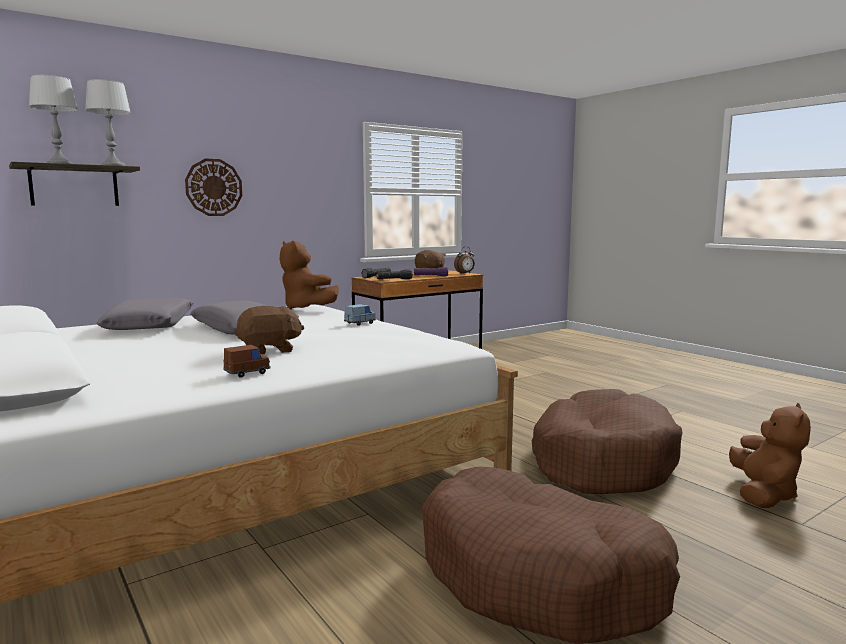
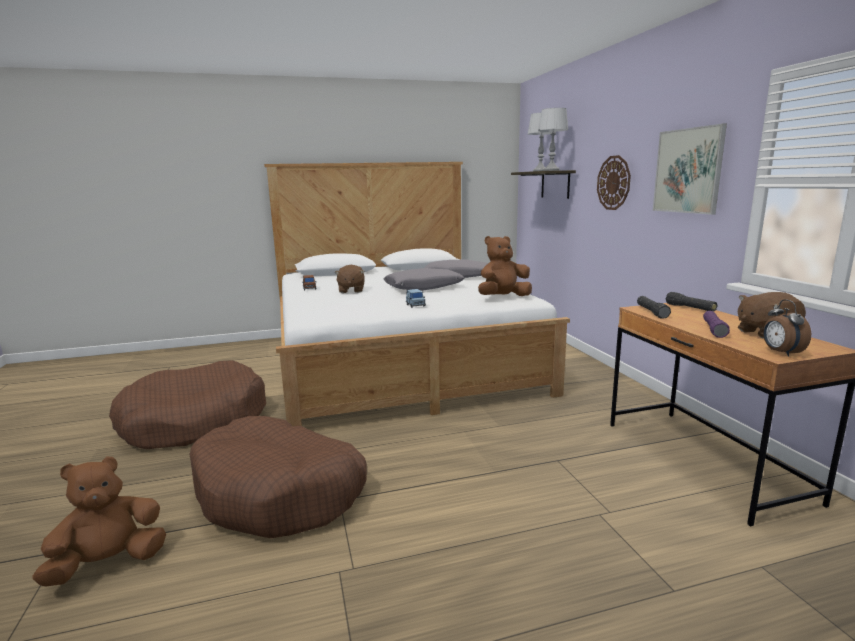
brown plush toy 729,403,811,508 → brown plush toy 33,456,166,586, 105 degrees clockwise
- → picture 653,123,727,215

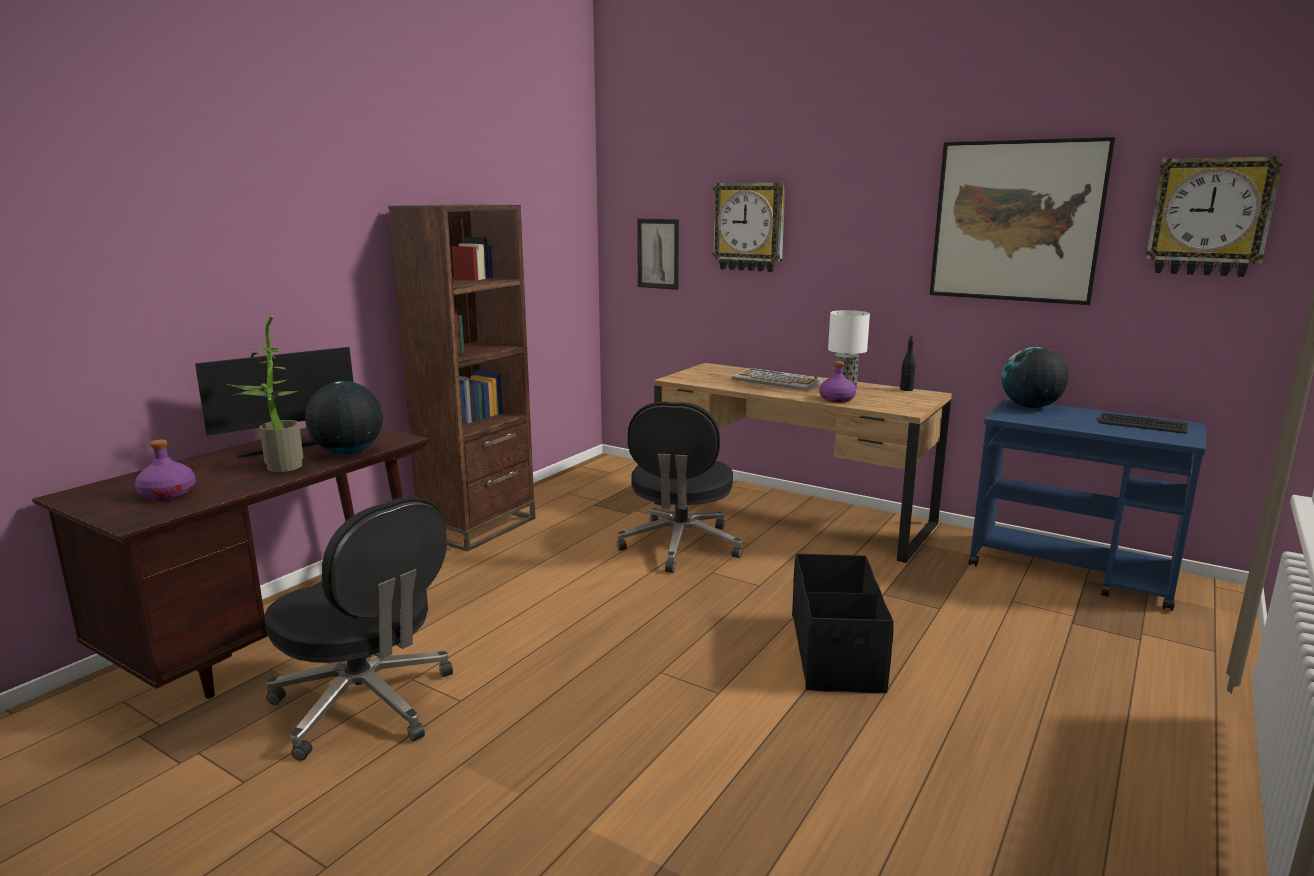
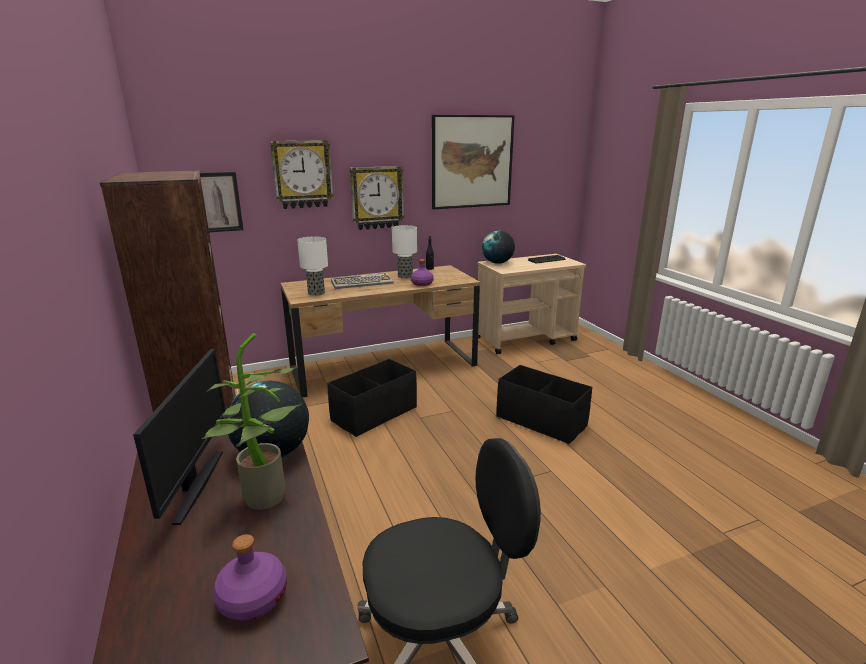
- → table lamp 297,236,328,296
black office chair 617,402,743,573 → black storage box 327,359,417,437
wall clock 1146,157,1283,277 → wall clock 350,166,404,230, move
blue cart 969,399,1207,611 → beige cart 478,254,586,354

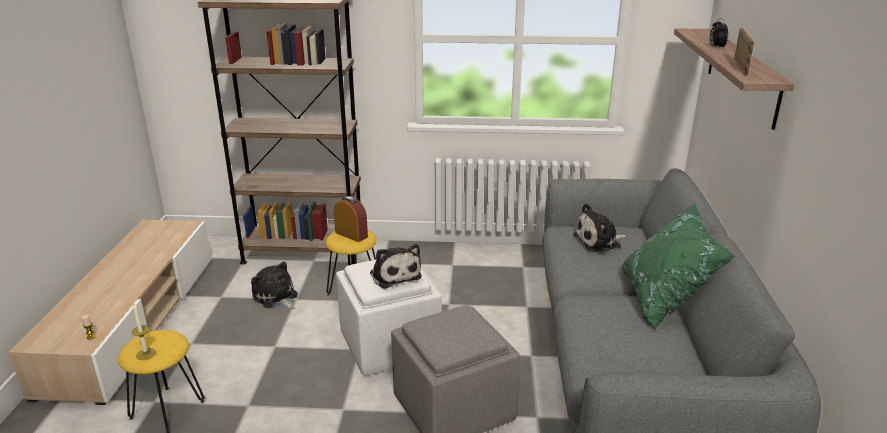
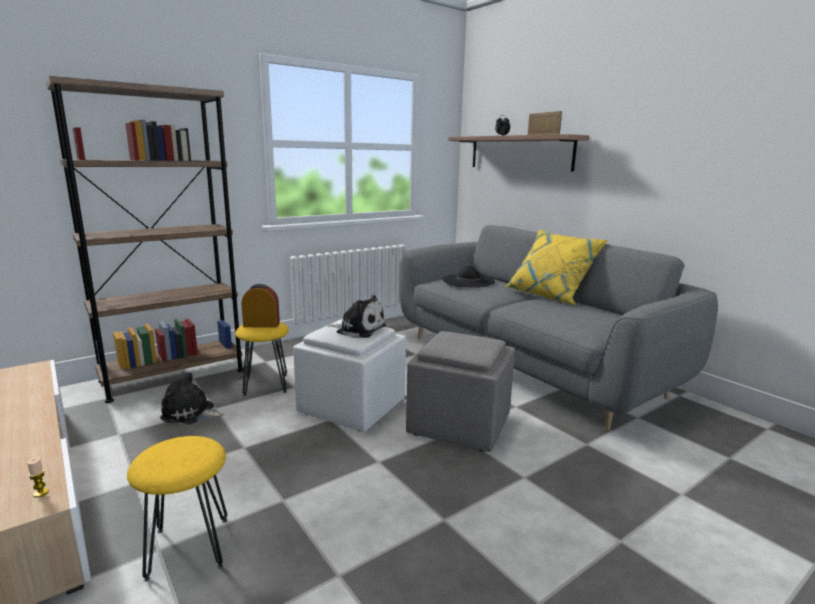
plush toy 573,203,627,253 → black hat 442,266,495,288
green pillow 621,203,735,329 → yellow pillow 506,229,608,305
candle 132,304,156,360 → -

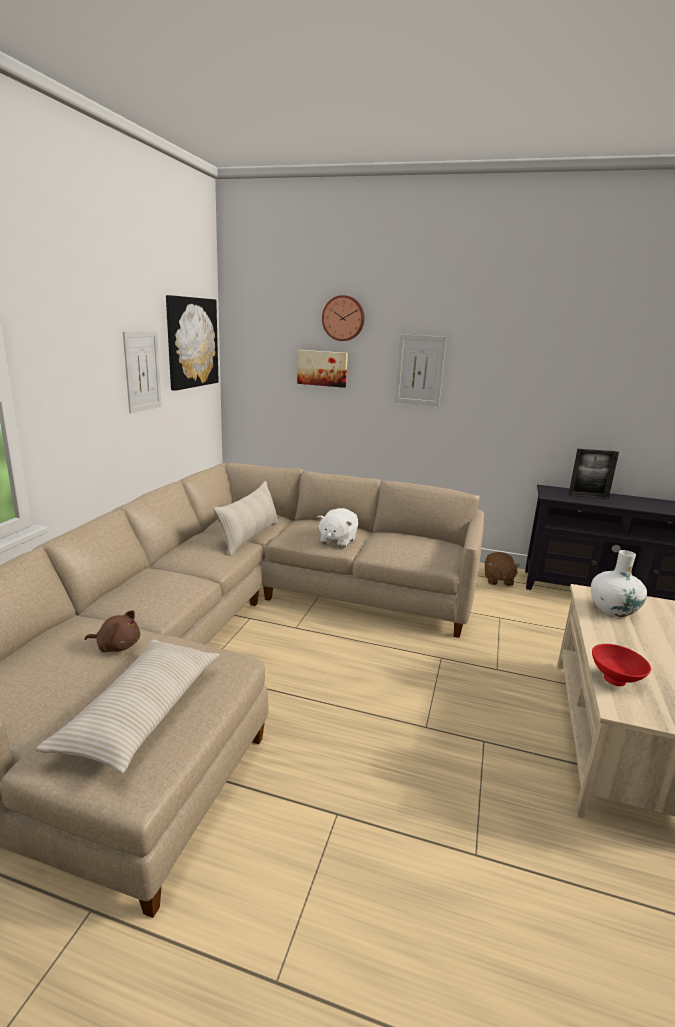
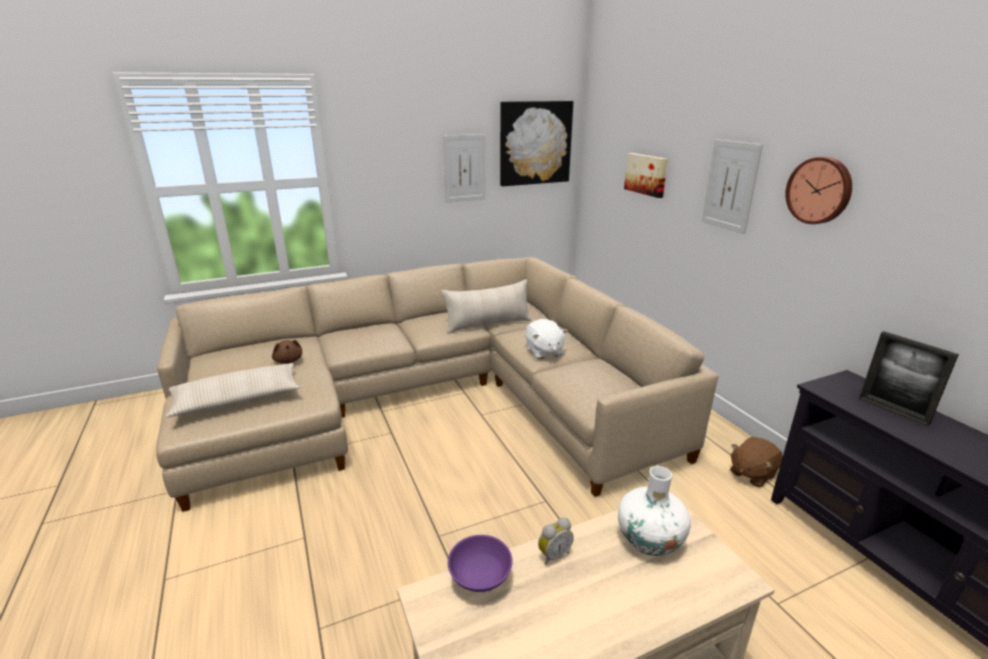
red bowl 592,644,651,686 → purple bowl 448,535,512,592
white plush toy 317,508,358,547 → white plush toy 525,319,568,359, 90 degrees counterclockwise
- → alarm clock 538,518,574,565
wall clock 322,295,365,341 → wall clock 785,157,852,224, move

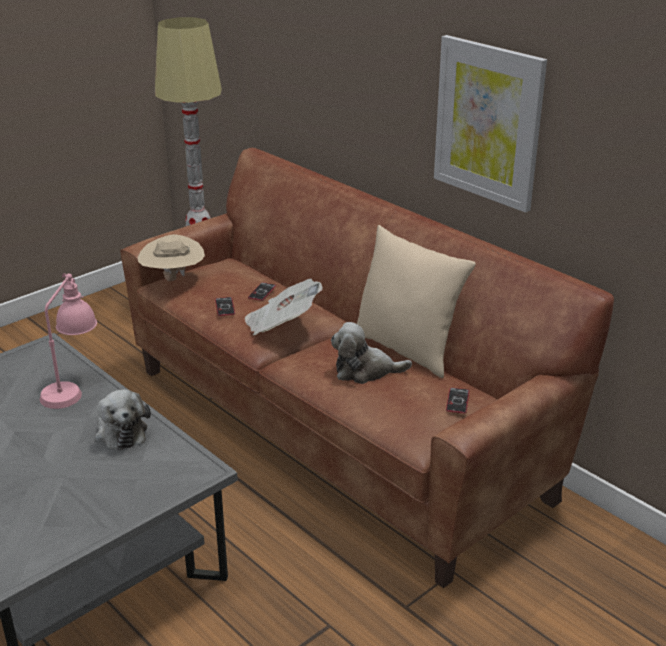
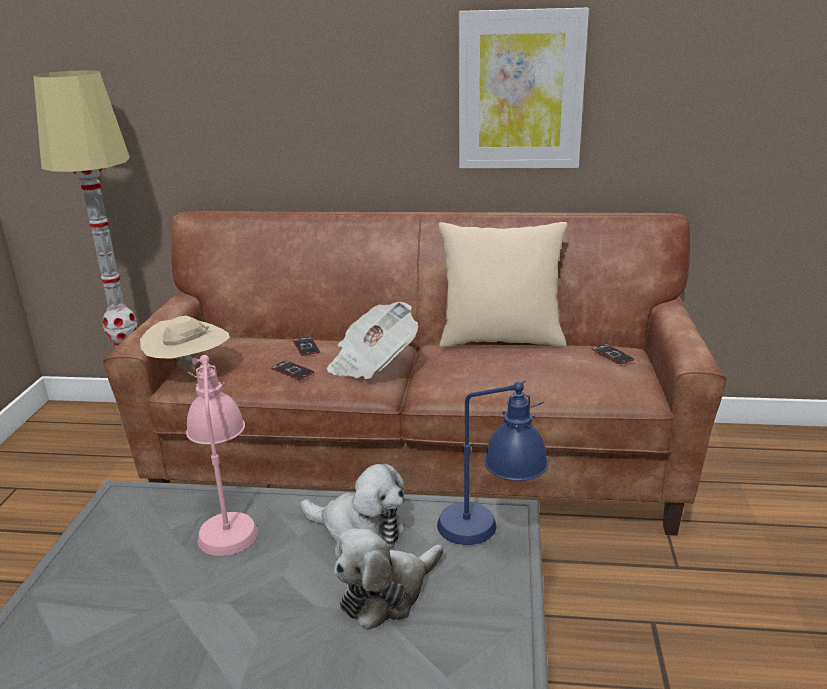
plush toy 331,322,412,384 → plush toy 334,528,443,630, move
- → blue table lamp 437,380,548,545

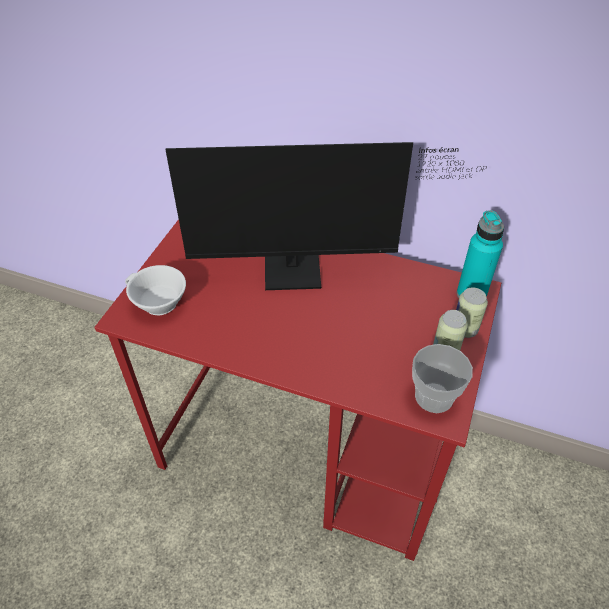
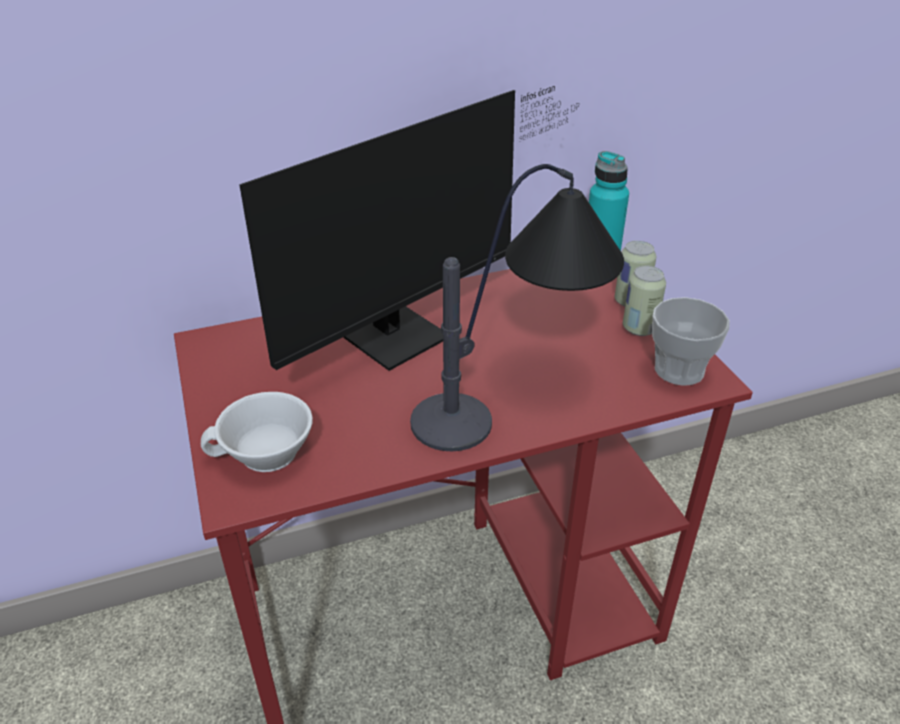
- → table lamp 410,164,624,451

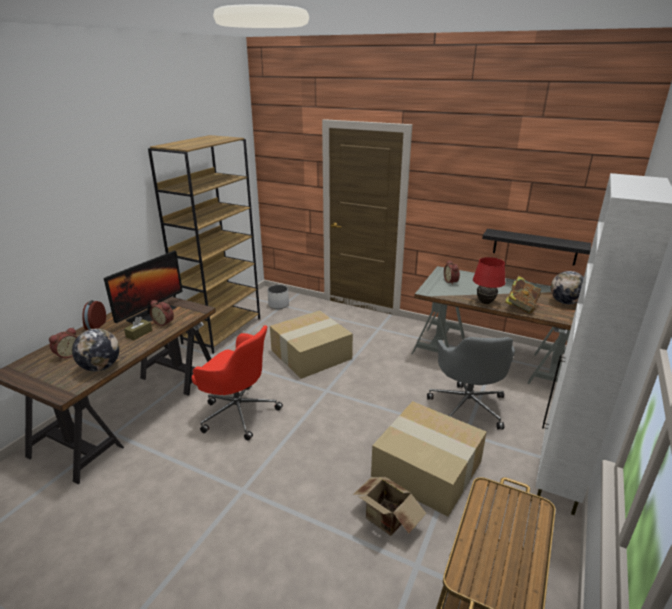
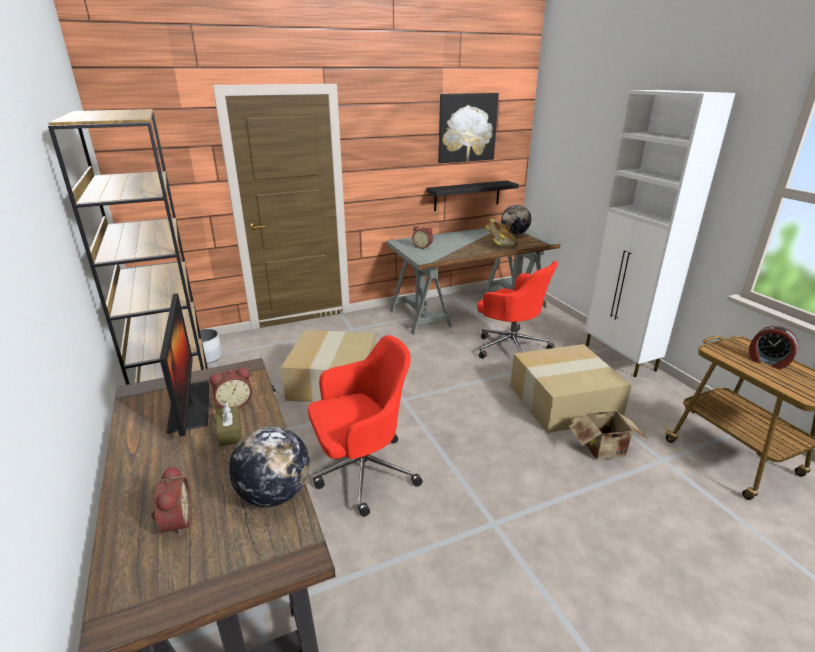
- → picture 438,93,499,163
grey office chair 427,337,515,429 → red office chair 477,261,558,359
alarm clock 82,300,106,330 → alarm clock 749,326,798,369, move
red table lamp 473,257,505,304 → -

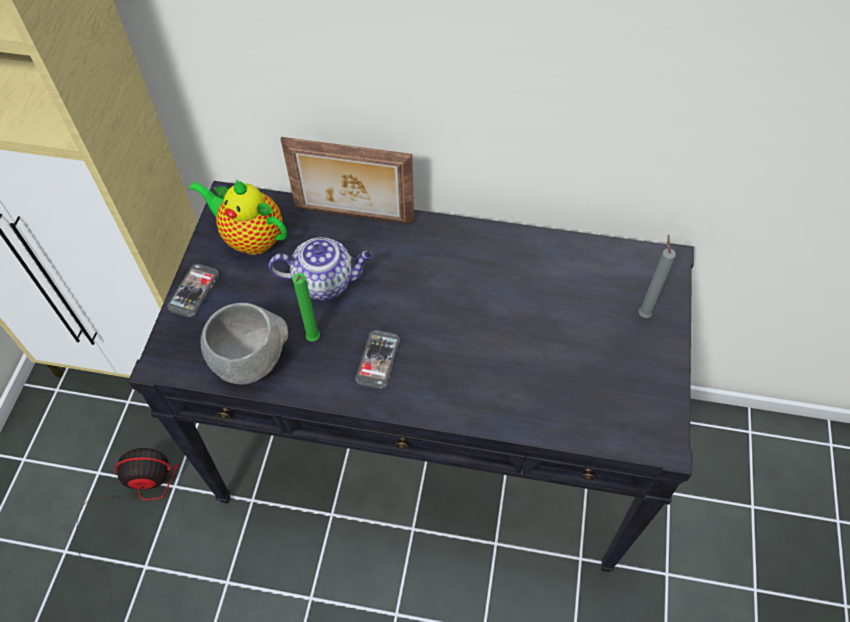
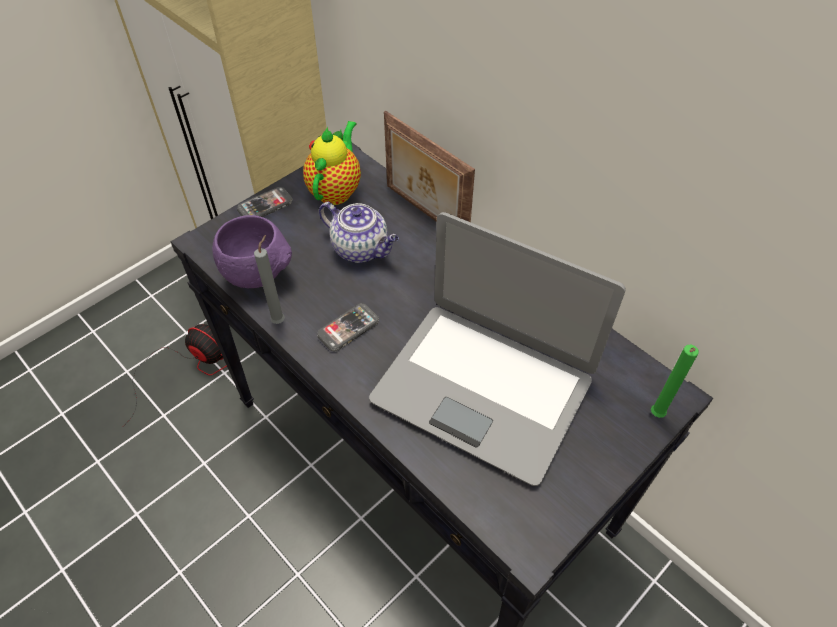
grey bowl 201,303,288,385 → purple bowl 212,215,292,288
grey candle 638,235,676,318 → grey candle 254,235,285,324, move
teapot 189,180,287,255 → teapot 303,121,361,205, 45 degrees clockwise
- → laptop 369,212,626,486
green candle 293,273,320,342 → green candle 651,345,699,418, move

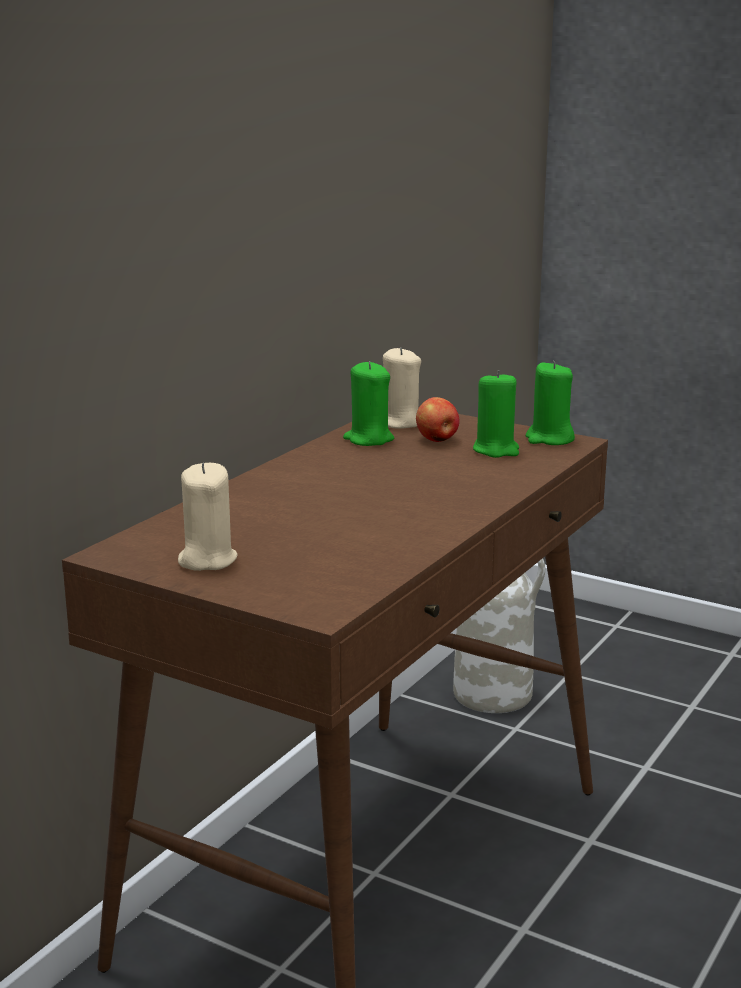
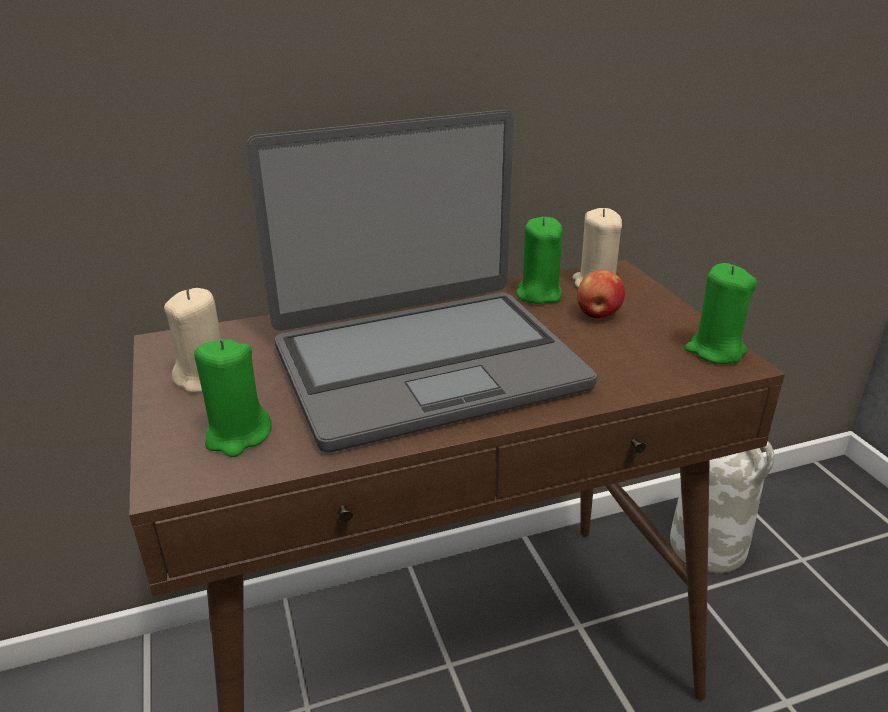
green candle 473,370,519,458 → green candle 194,339,272,457, move
- → laptop 246,110,597,453

